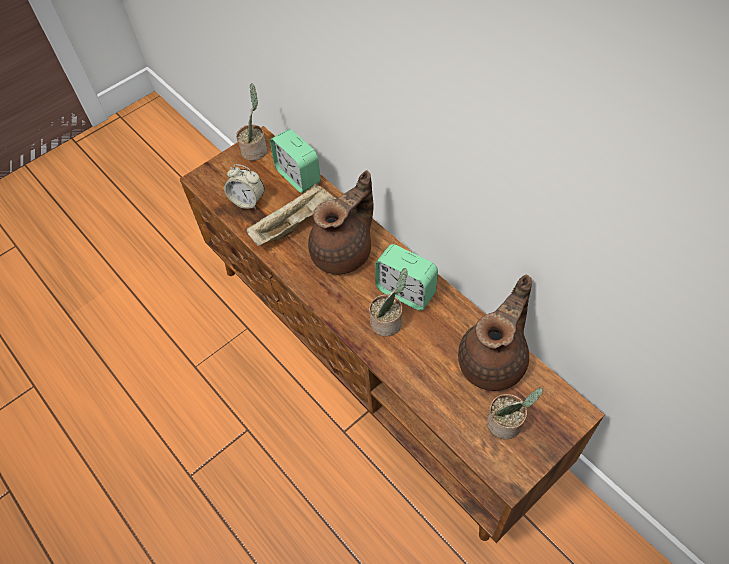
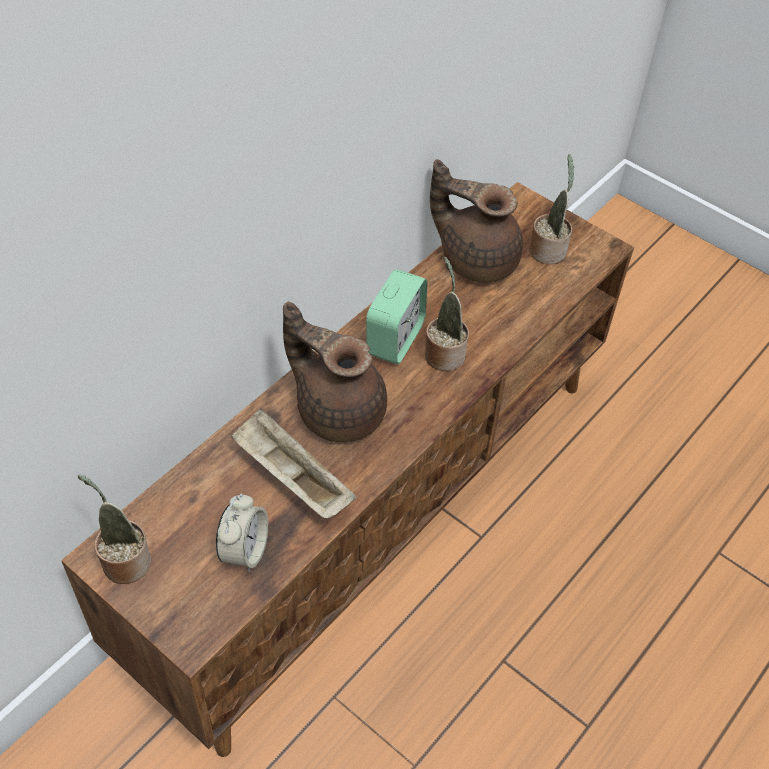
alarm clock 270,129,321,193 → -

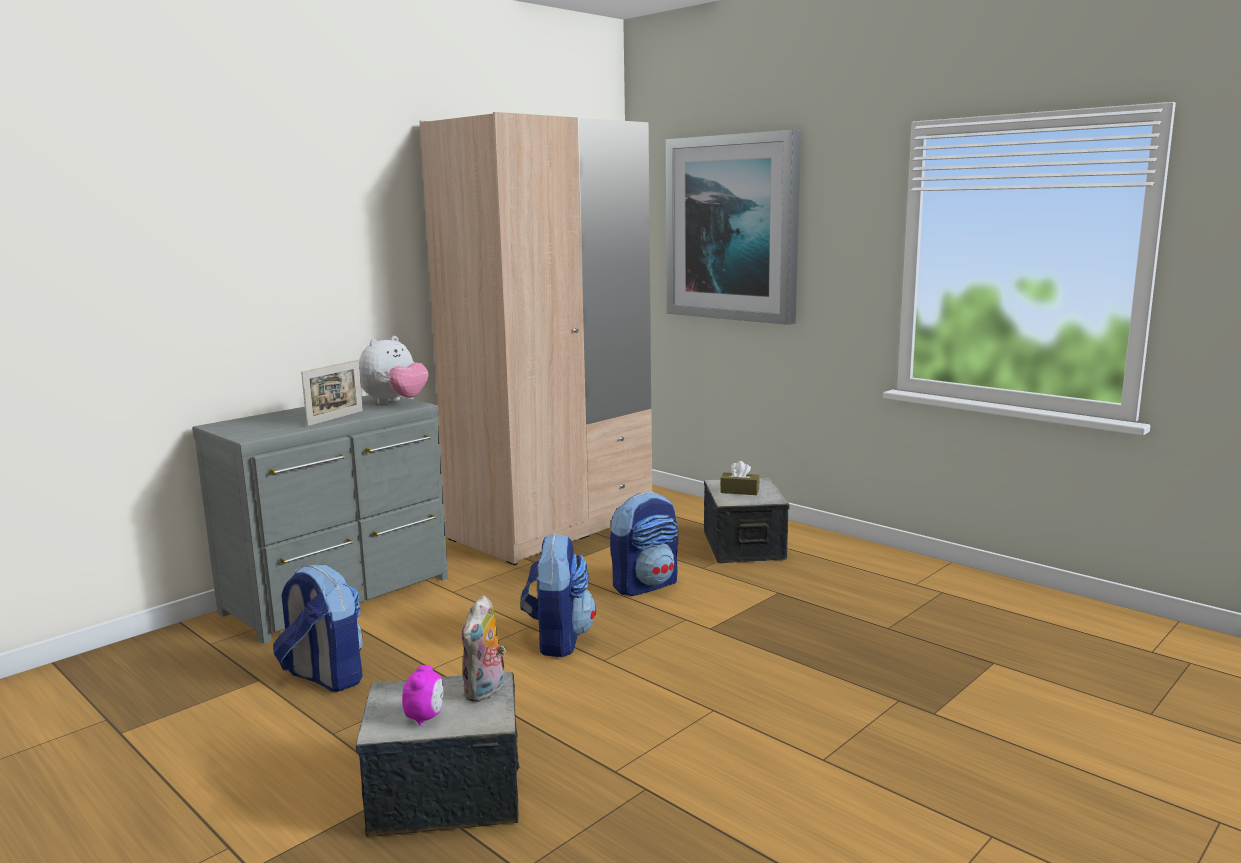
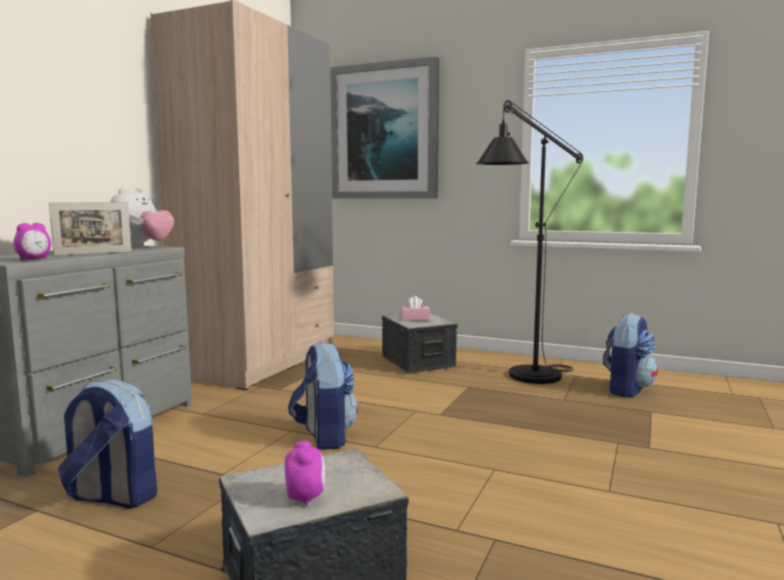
- → alarm clock 13,223,51,260
picture frame 301,360,363,426 → picture frame 49,202,132,256, 45 degrees clockwise
brown tissue box 720,461,760,495 → pink tissue box 401,296,430,321
- → black floor lamp 476,100,583,384
backpack 610,491,678,596 → backpack 603,313,658,398, move
plush toy 462,595,506,702 → -

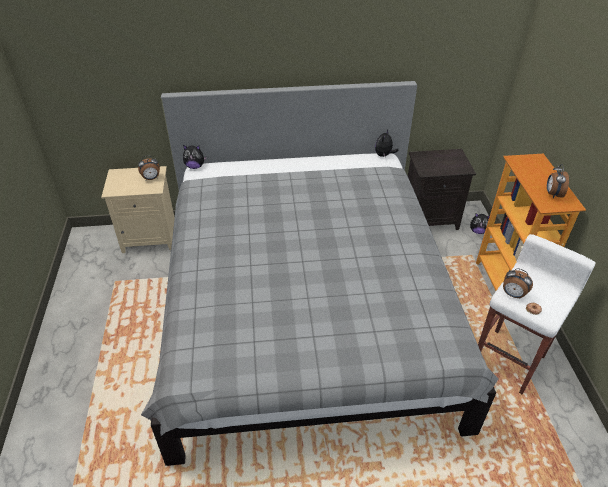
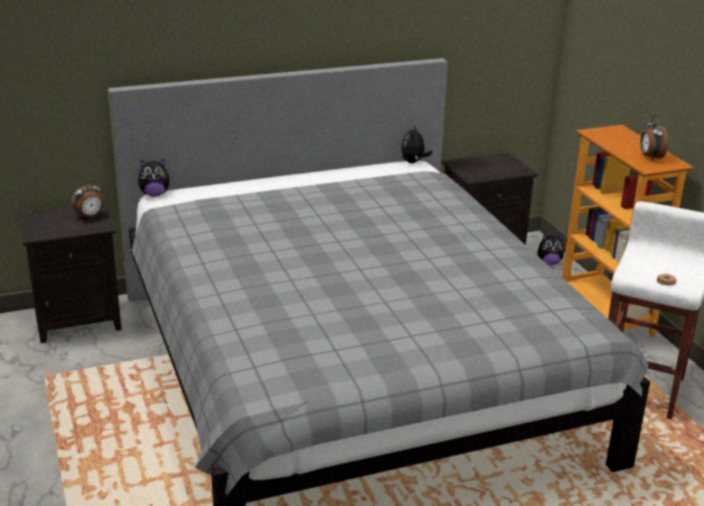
beige nightstand 101,166,175,253 → black nightstand 18,202,122,343
alarm clock 503,268,533,298 → -

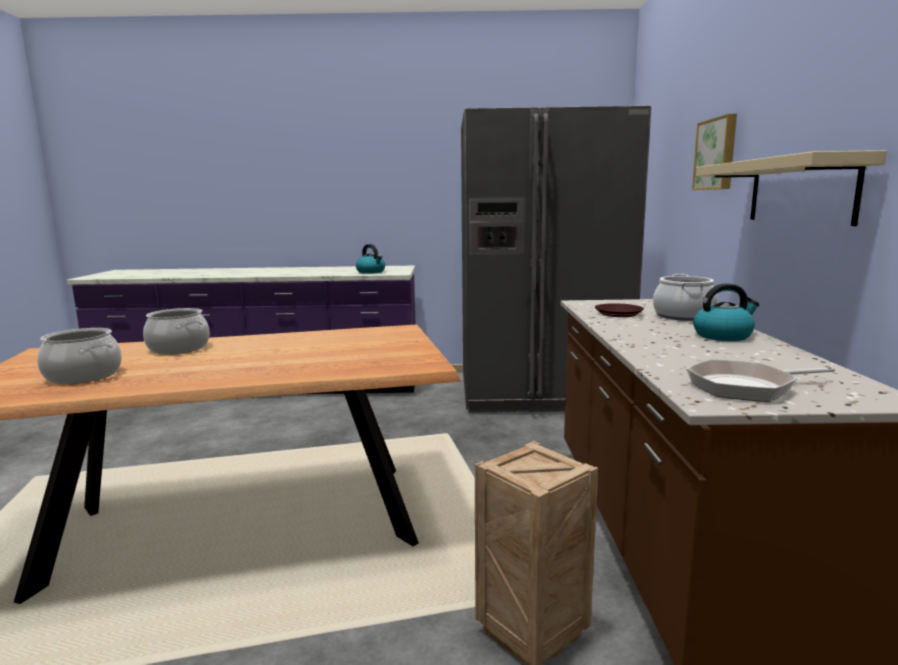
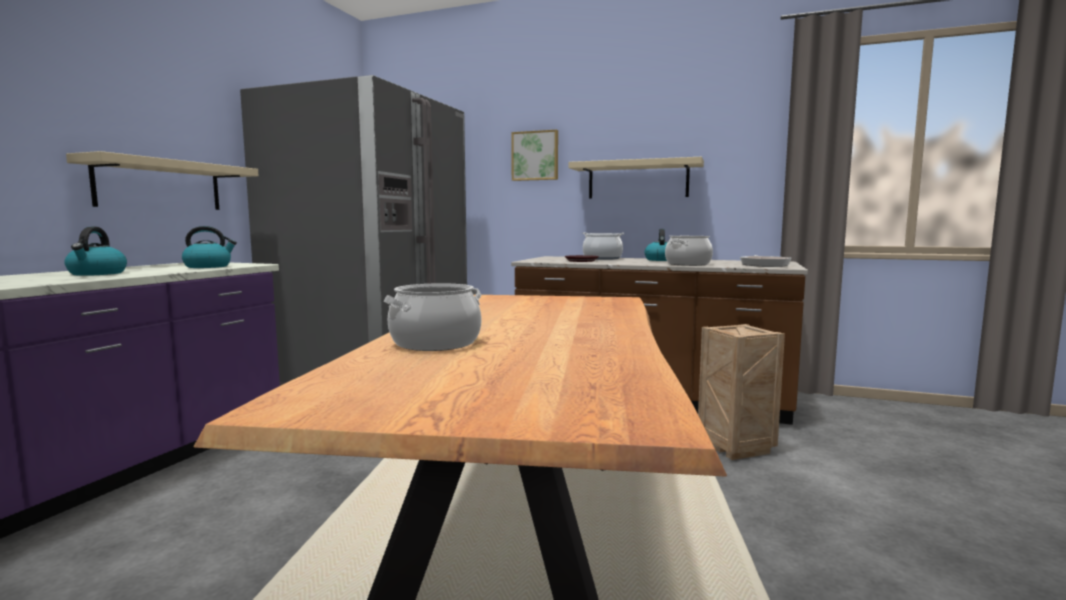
- → kettle 64,227,127,276
- → beige shelf 66,151,259,210
cooking pot 37,328,122,384 → cooking pot 665,236,713,266, move

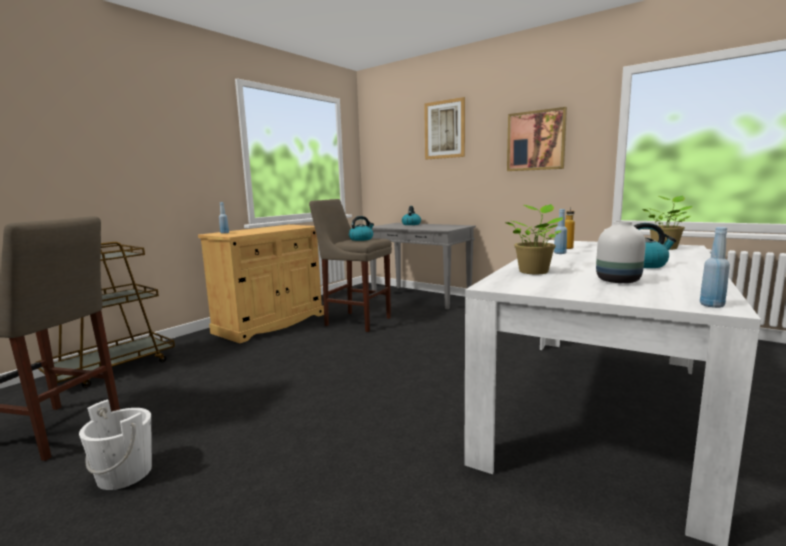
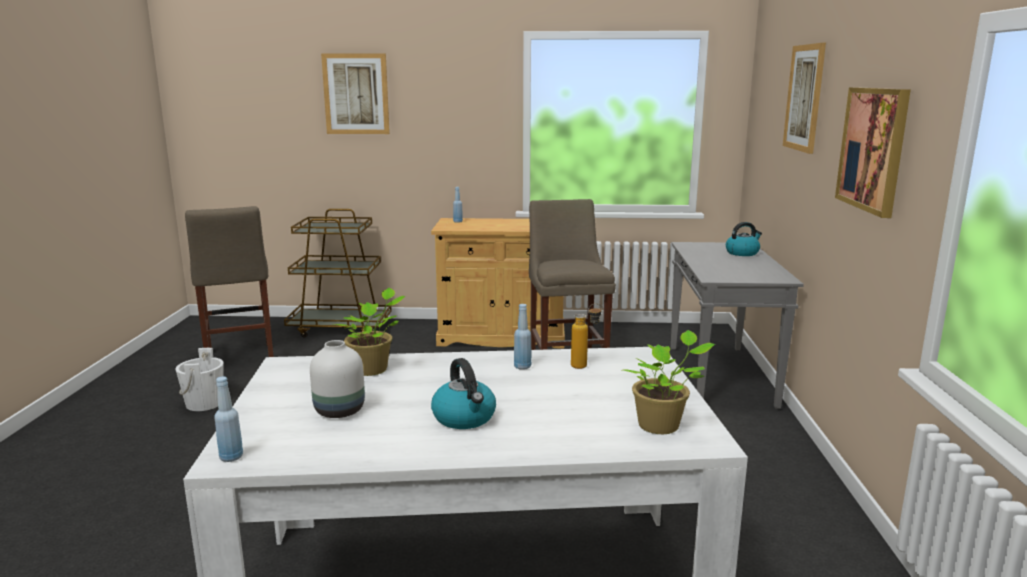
- → picture 321,54,390,134
kettle 349,216,374,241 → -

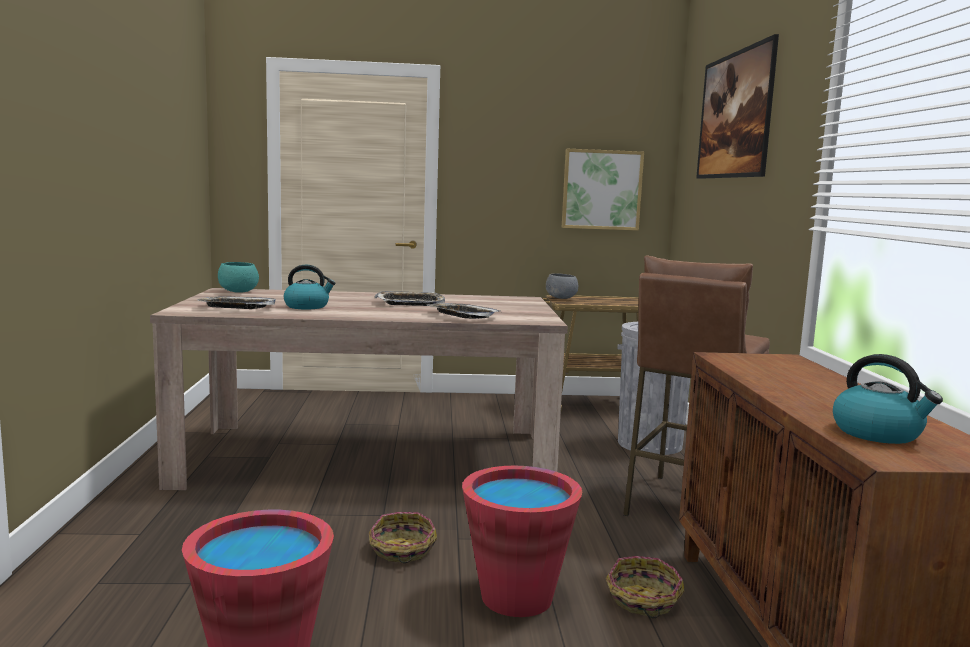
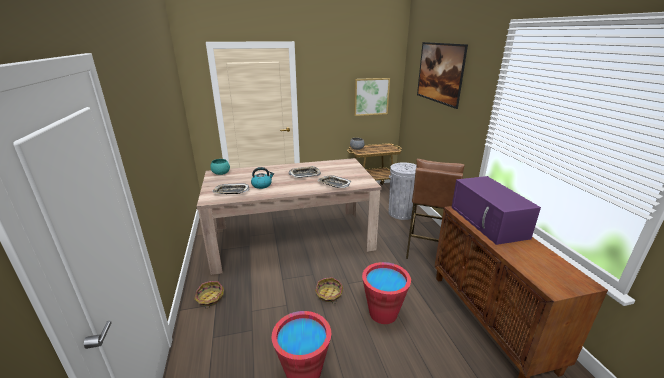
basket 606,556,685,618 → basket 194,281,224,309, move
- → purple microwave 451,176,541,245
kettle 833,354,943,444 → -

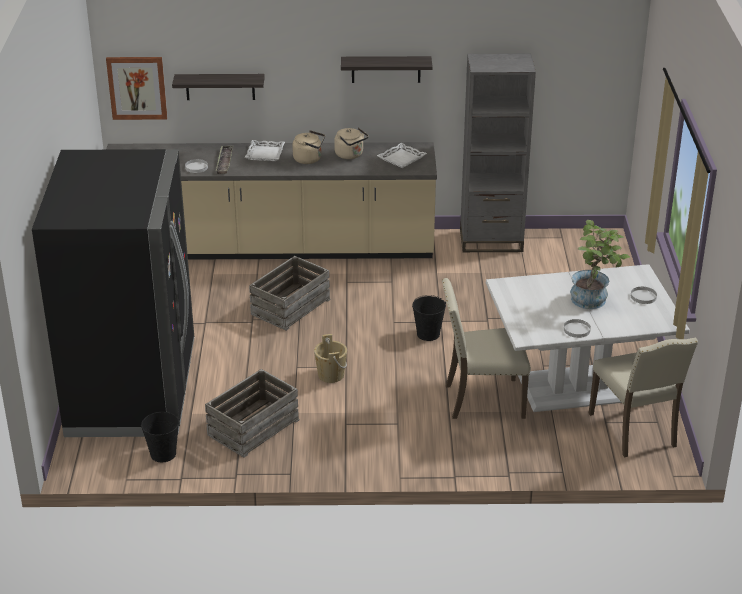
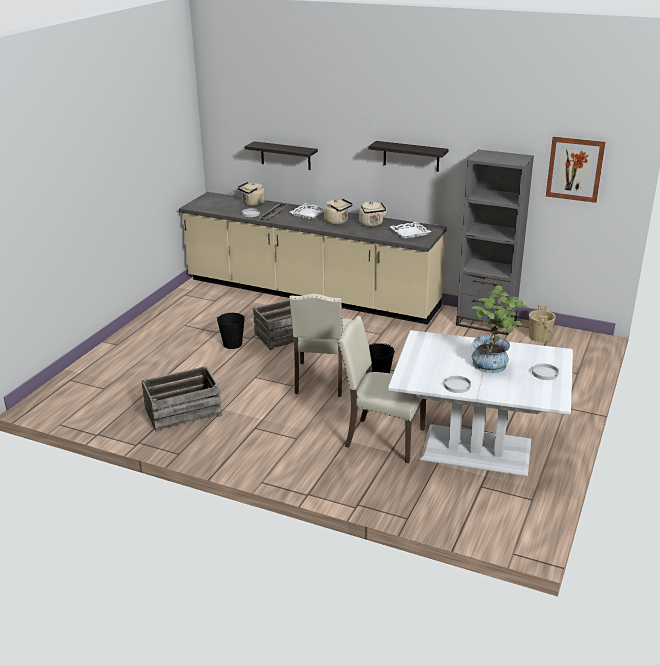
black bucket 141,412,179,462 → black bucket 217,313,245,349, move
- → beige kettle 238,182,265,206
beige chair 589,338,698,457 → beige chair 289,294,352,397, move
beige bucket 314,334,347,383 → beige bucket 529,304,556,342, move
picture 106,57,167,120 → picture 546,137,605,203, move
black fridge 32,149,194,437 → -

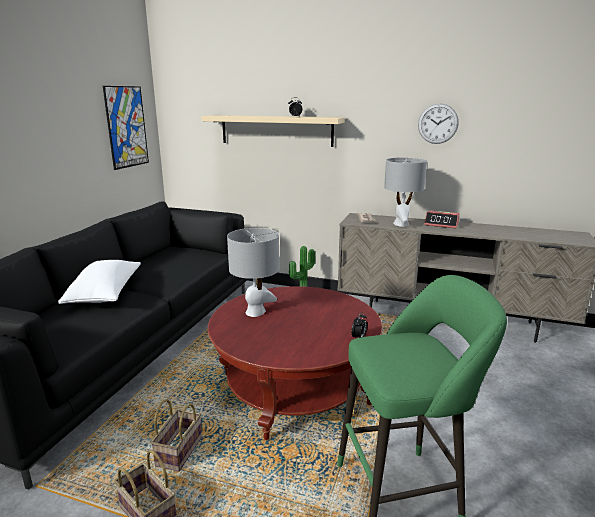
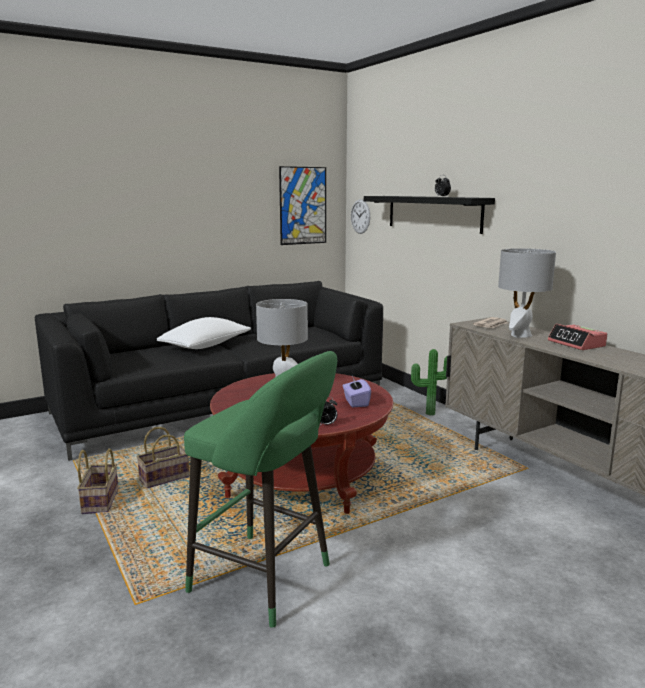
- → purple tissue box 343,376,371,407
wall clock 418,103,458,144 → wall clock 351,199,370,234, move
beige shelf 201,115,345,147 → black shelf 364,196,495,234

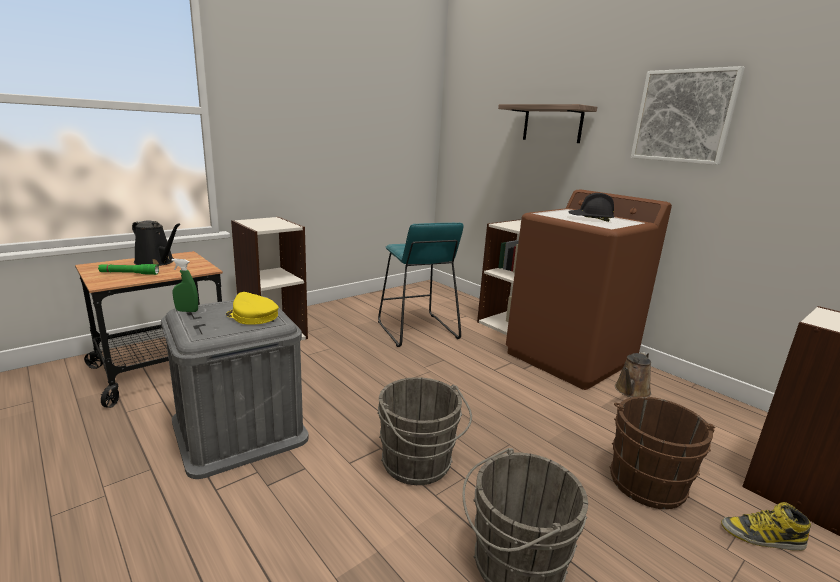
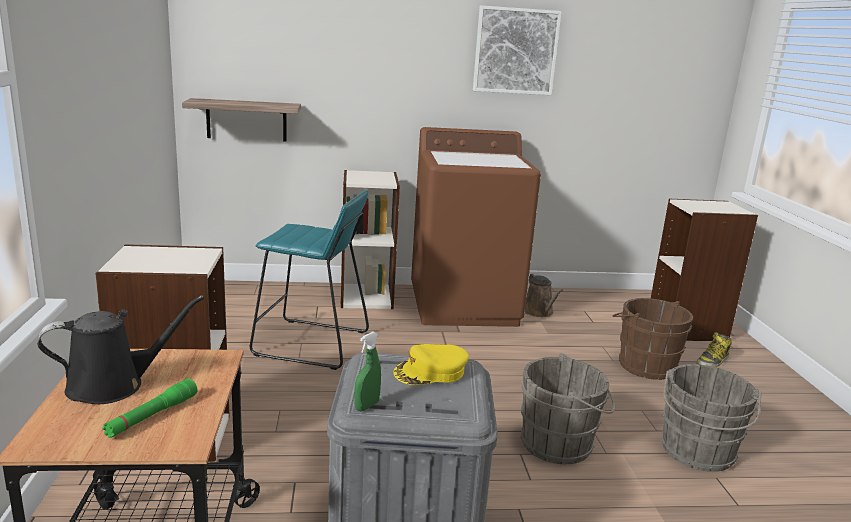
shelf 498,104,597,143 → shelf 182,98,301,142, move
black hard hat 568,193,614,222 → -

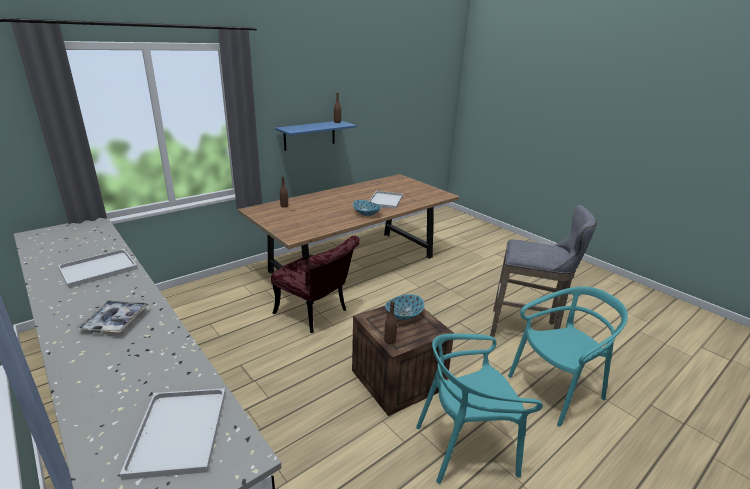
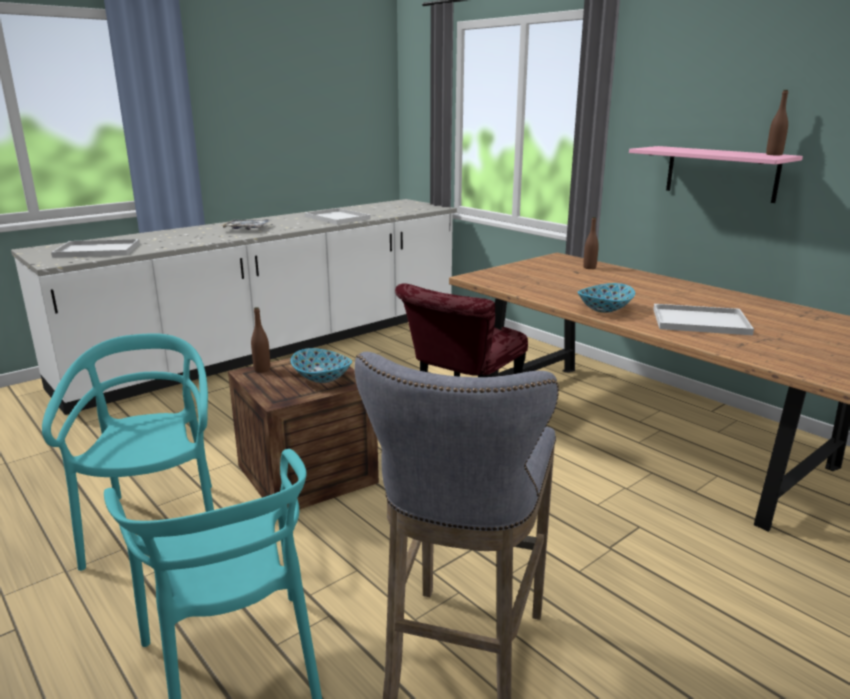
blue shelf 275,121,357,151 → pink shelf 629,146,803,203

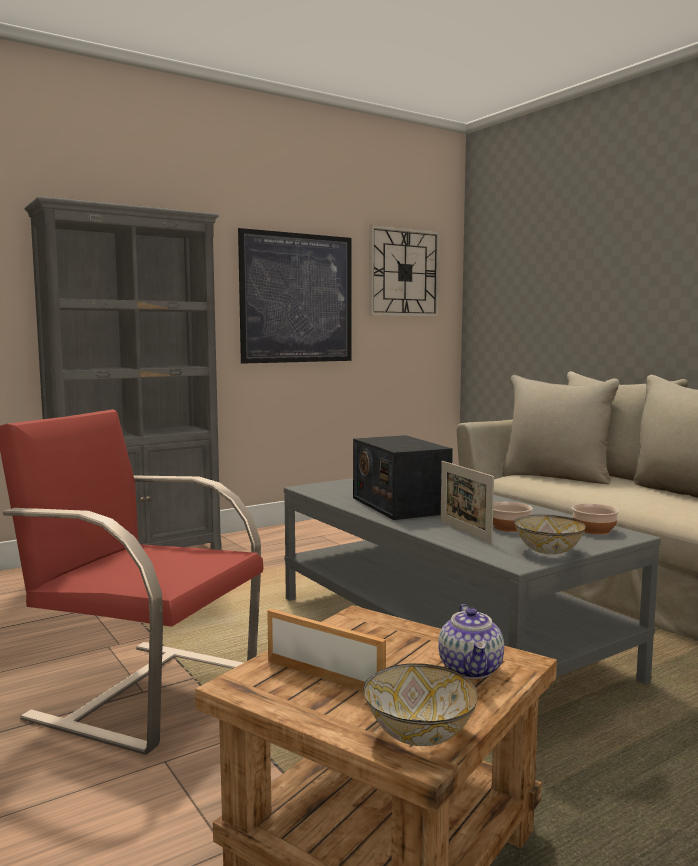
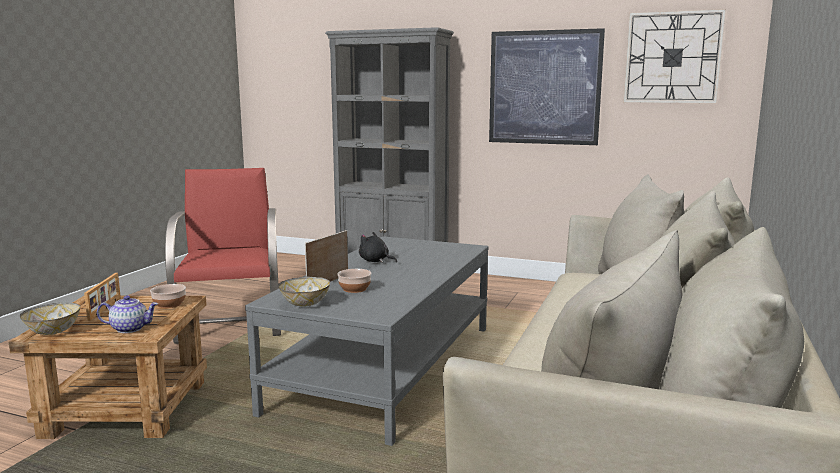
teapot 438,604,504,679 → teapot 97,295,158,333, 150 degrees counterclockwise
bowl 572,504,619,534 → bowl 150,284,186,308, move
radio 353,435,453,520 → black plush toy 359,232,397,263

